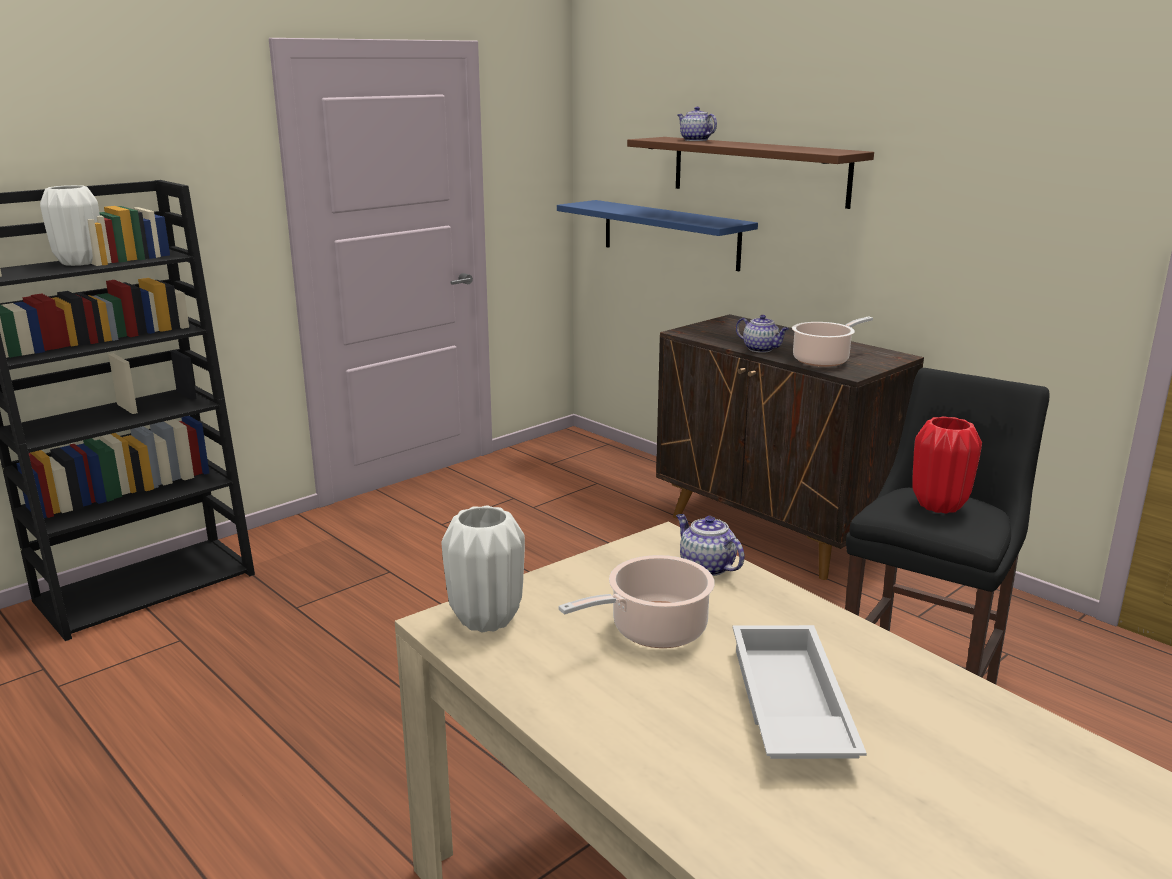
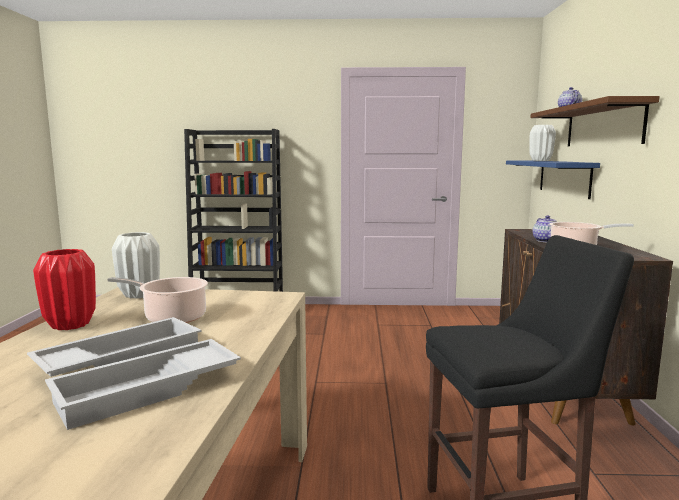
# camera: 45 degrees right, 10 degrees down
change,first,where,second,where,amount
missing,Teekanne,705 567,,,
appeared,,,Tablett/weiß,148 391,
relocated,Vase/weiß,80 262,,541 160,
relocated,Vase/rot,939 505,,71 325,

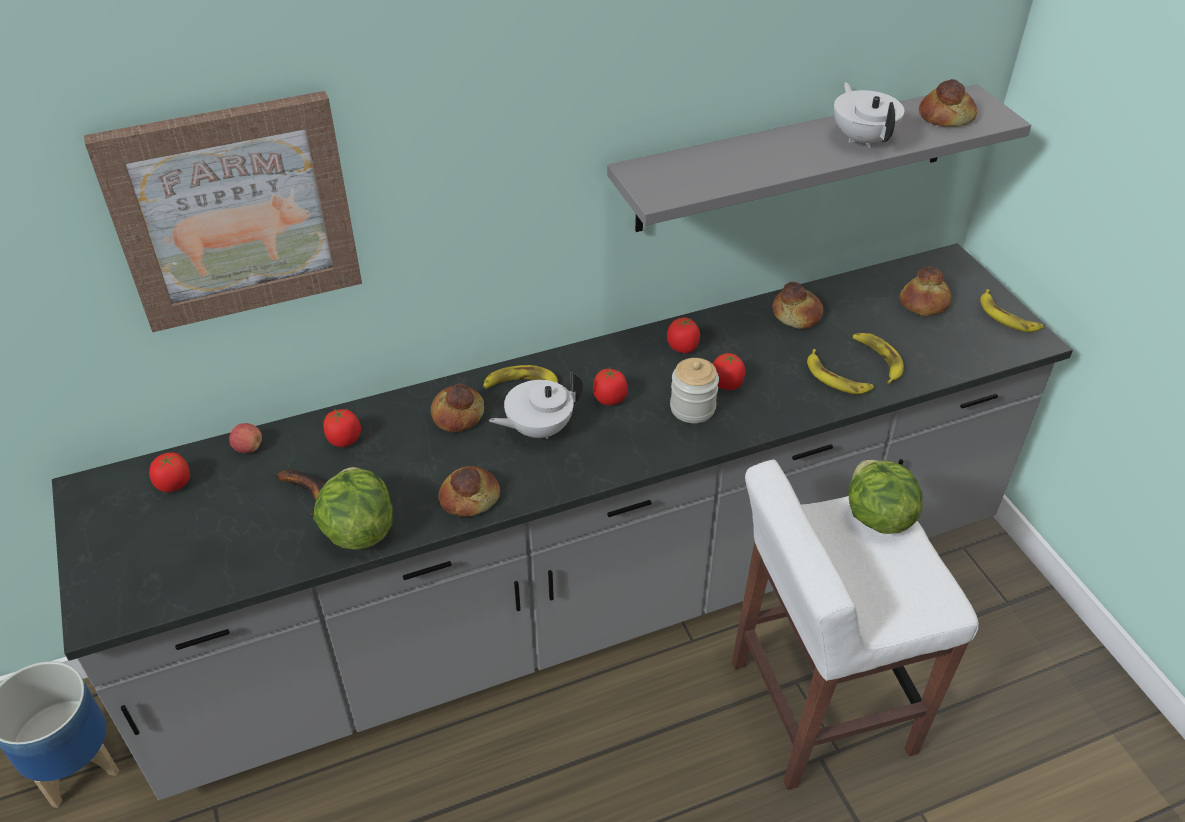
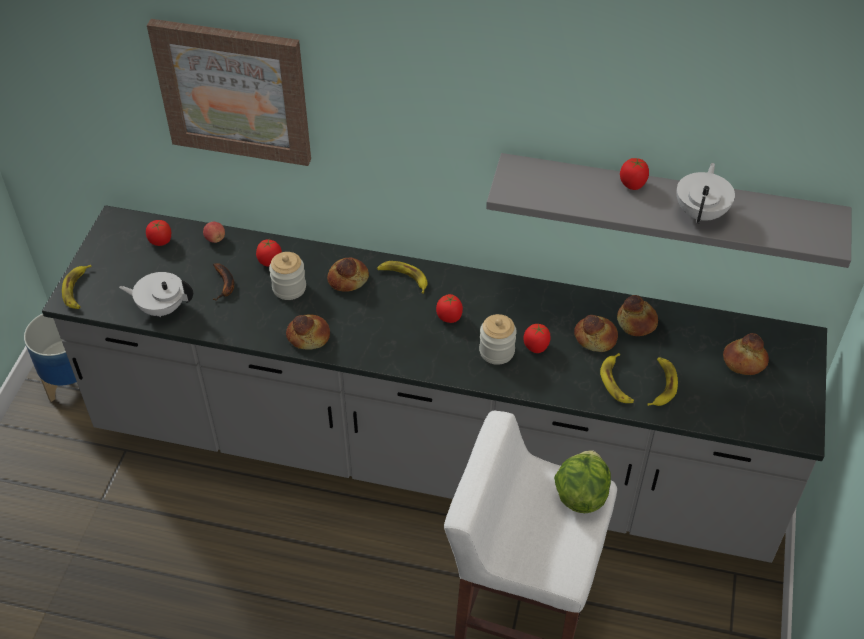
# camera: 35 degrees right, 5 degrees up
change,first,where,second,where,amount
missing,Salatkopf,358 530,,,
appeared,,,Vorratsglas,289 288,
relocated,Teekanne/weiß,538 429,,162 307,
relocated,Tomate,683 347,,632 184,
relocated,Brot,945 116,,595 337,
relocated,Banane,1007 317,,77 290,

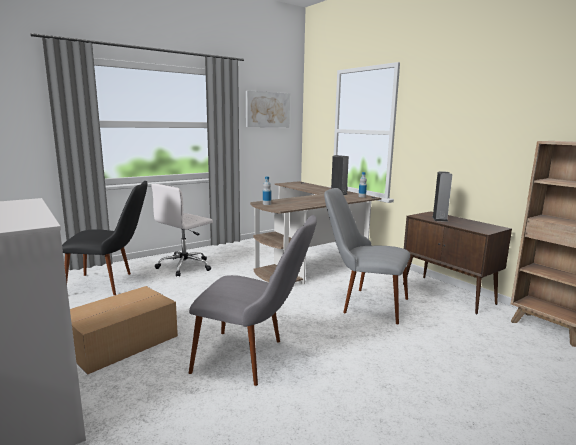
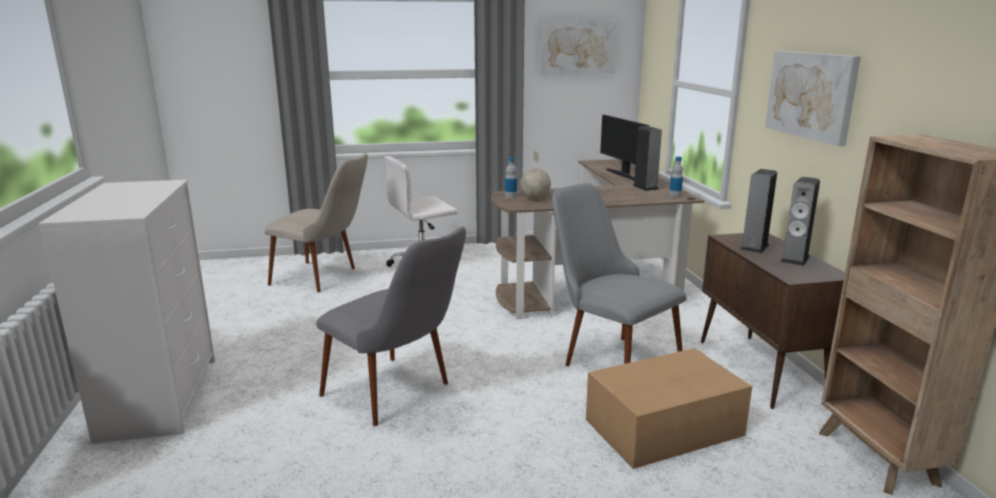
# camera: 25 degrees right, 5 degrees up
change,first,where,second,where,amount
appeared,,,Globus,535 198,
appeared,,,Monitor,623 174,
appeared,,,Bild,811 95,
appeared,,,Lautsprecher,795 259,
relocated,Karton,123 342,,666 427,
colour,Stuhl/schwarz,111 284,Stuhl/beige,325 278,

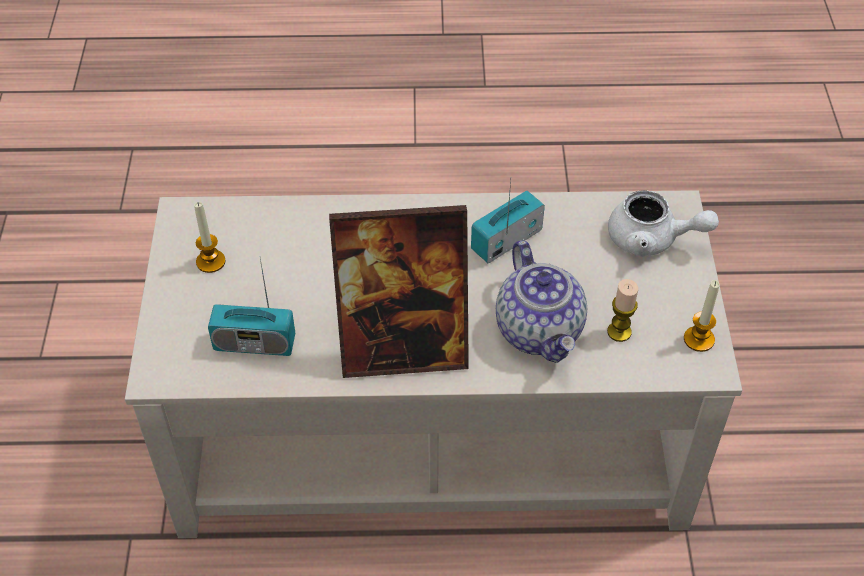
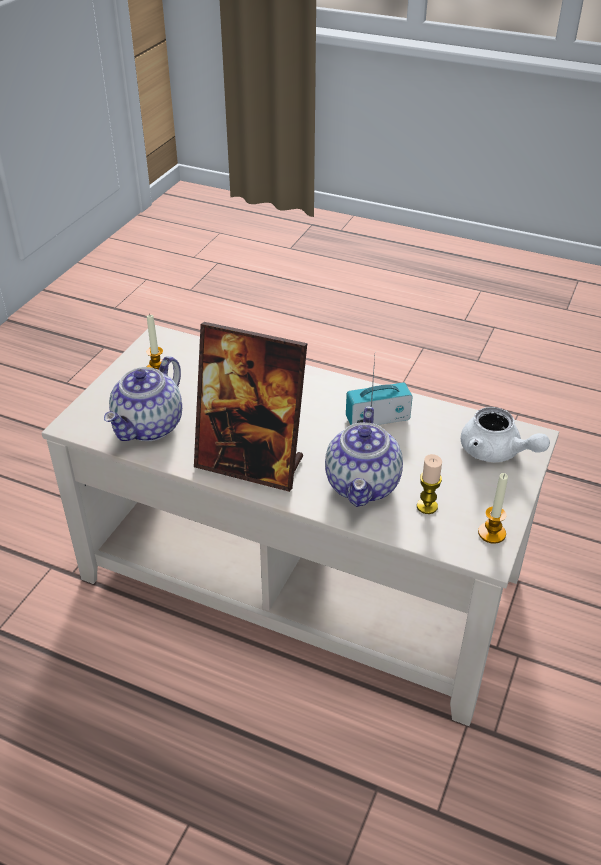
# camera: 25 degrees right, 10 degrees down
change,first,where,second,where,amount
exchanged,Radio,254 344,Teekanne,149 427,

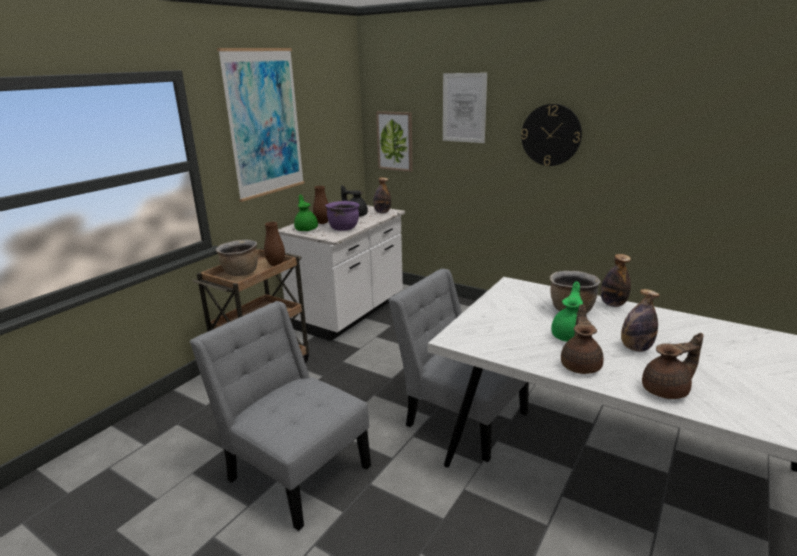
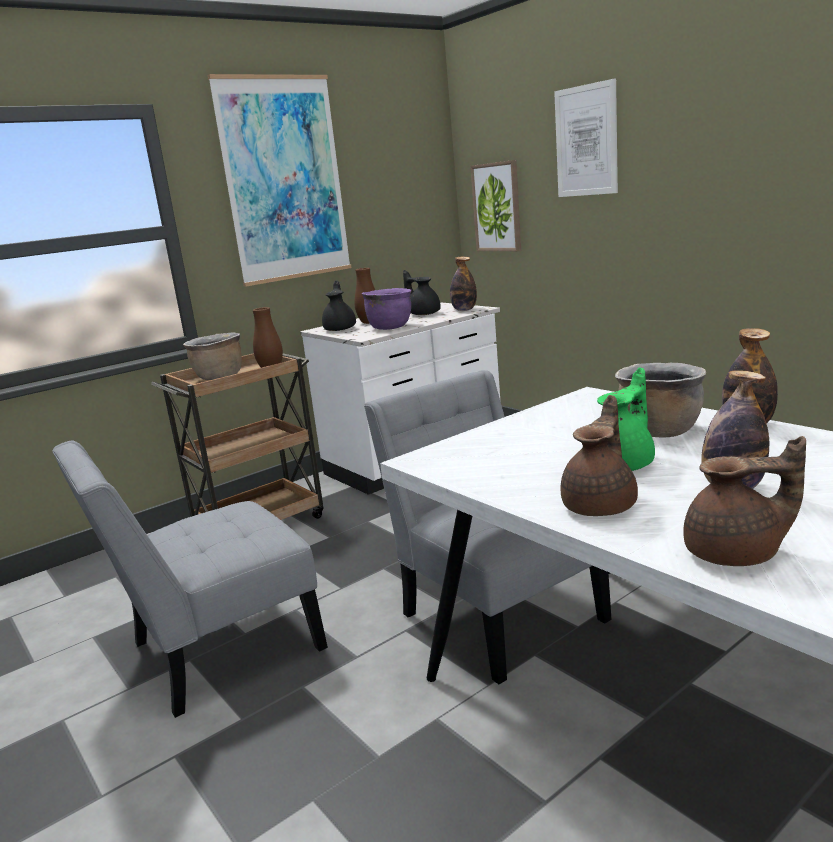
# camera: 20 degrees right, 5 degrees down
change,first,where,second,where,amount
missing,Wanduhr,551 135,,,
colour,Teekanne/grün,306 229,Teekanne/schwarz,340 329,
spun,Stuhl/grau,295 469,,216 651,90 degrees counterclockwise

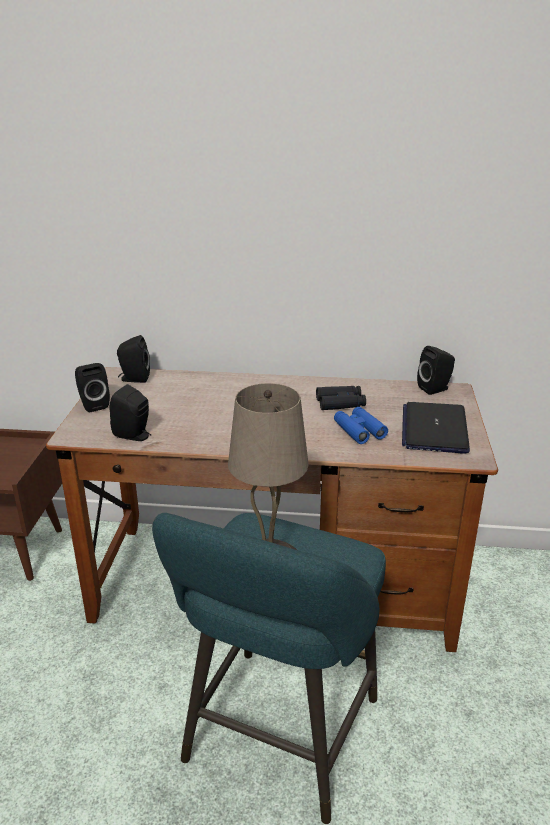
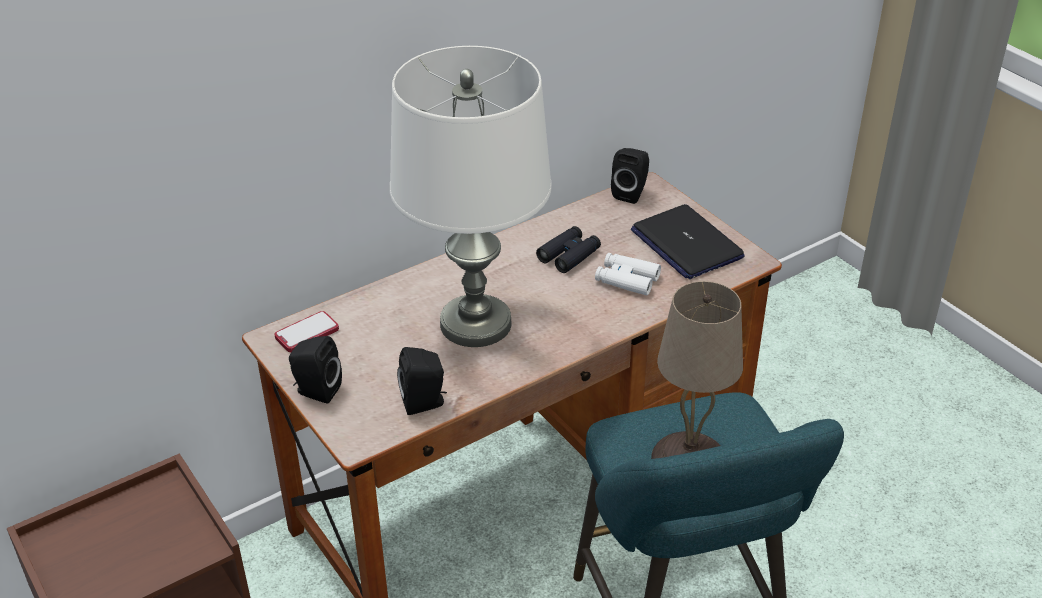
# camera: 40 degrees left, 10 degrees up
change,first,where,second,where,amount
appeared,,,Tischlampe/weiß,476 324,
exchanged,Lautsprecher/schwarz,134 379,Handy,307 333,
colour,Fernglas/blau,359 430,Fernglas/weiß,627 280,

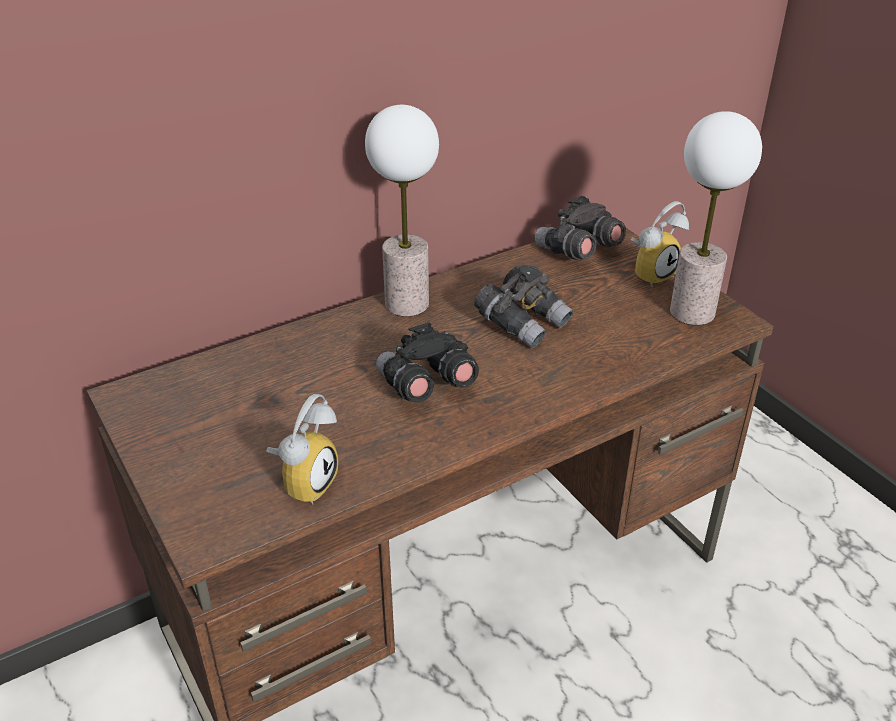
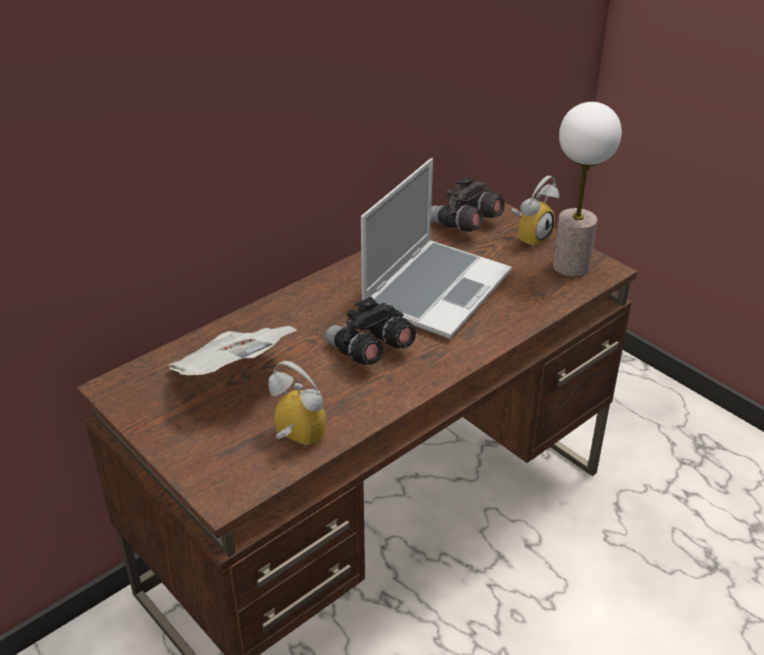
# camera: 10 degrees left, 0 degrees up
change,first,where,second,where,amount
missing,Tischlampe,407 304,,,
appeared,,,Zeitung,234 375,
exchanged,Fernglas/grau,523 323,Laptop,436 289,
spun,Wecker,305 482,,293 440,75 degrees counterclockwise

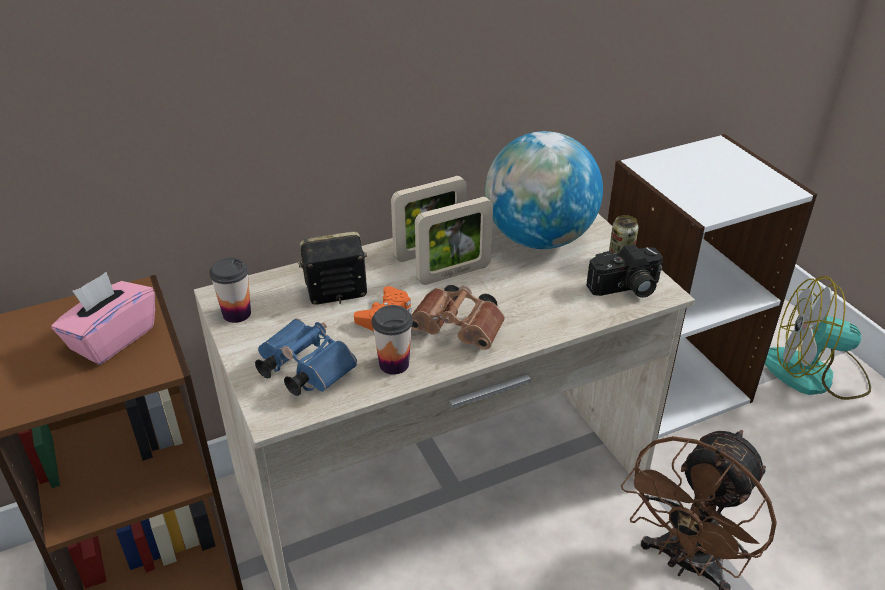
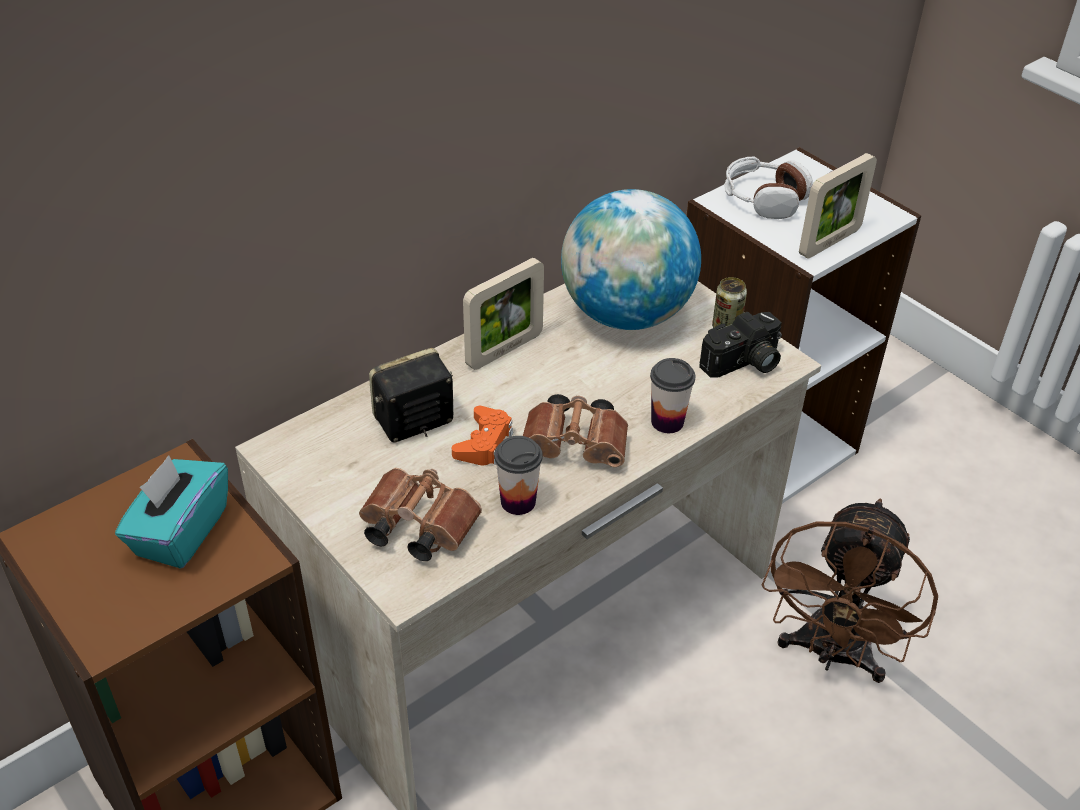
# camera: 15 degrees left, 5 degrees up
change,first,where,second,where,amount
missing,Ventilator,815 374,,,
appeared,,,Kopfhörer,764 199,
relocated,Tasse,237 314,,667 422,
relocated,Bilderrahmen,453 273,,829 242,
colour,Taschentuchbox/rosa,112 338,Taschentuchbox/türkis,180 532,
colour,Fernglas/blau,302 370,Fernglas/braun,415 528,

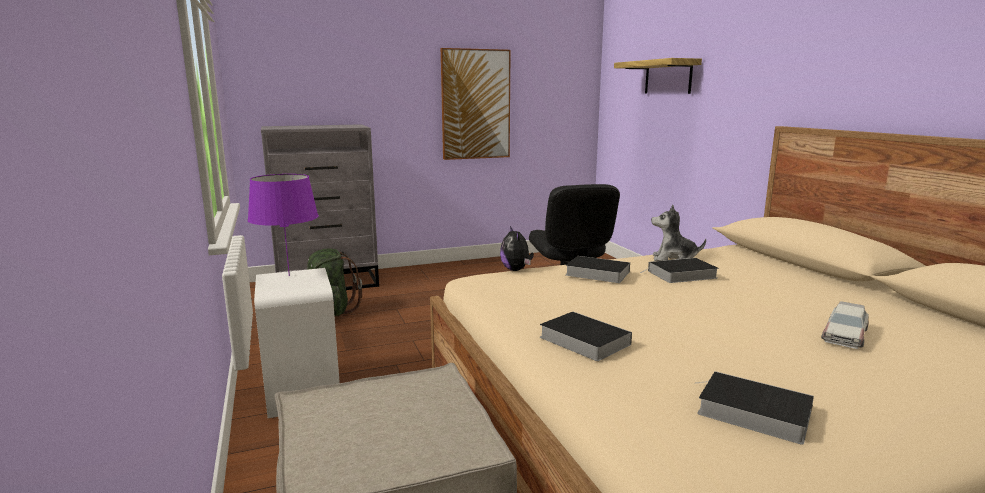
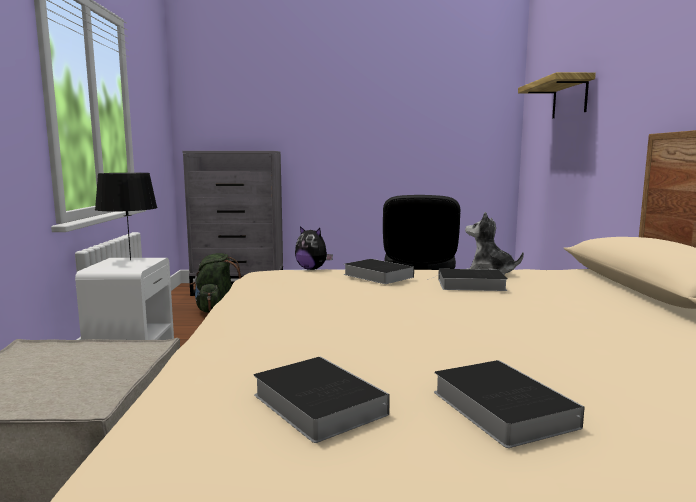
# camera: 20 degrees right, 5 degrees down
change,first,where,second,where,amount
missing,Bild,475 104,,,
missing,Spielzeugauto,844 334,,,
relocated,Buch,581 340,,498 407,
colour,Tischlampe/lila,289 275,Tischlampe/schwarz,130 260,
spun,Plüschtier,516 270,,312 269,60 degrees counterclockwise

